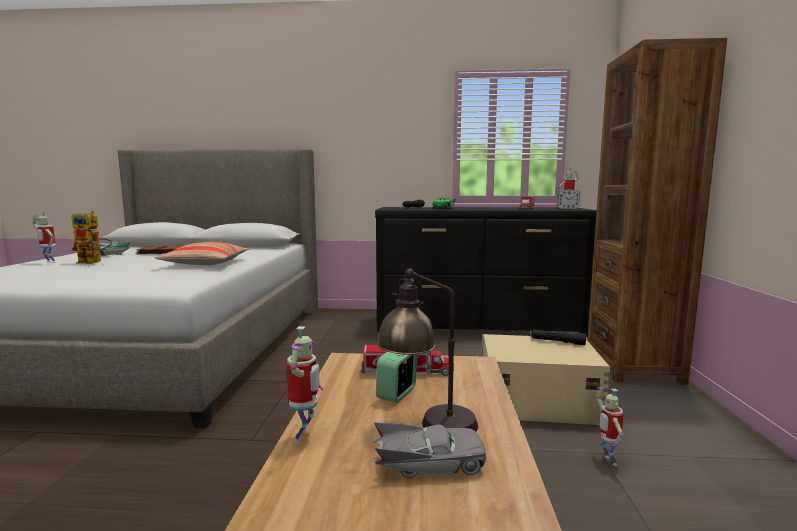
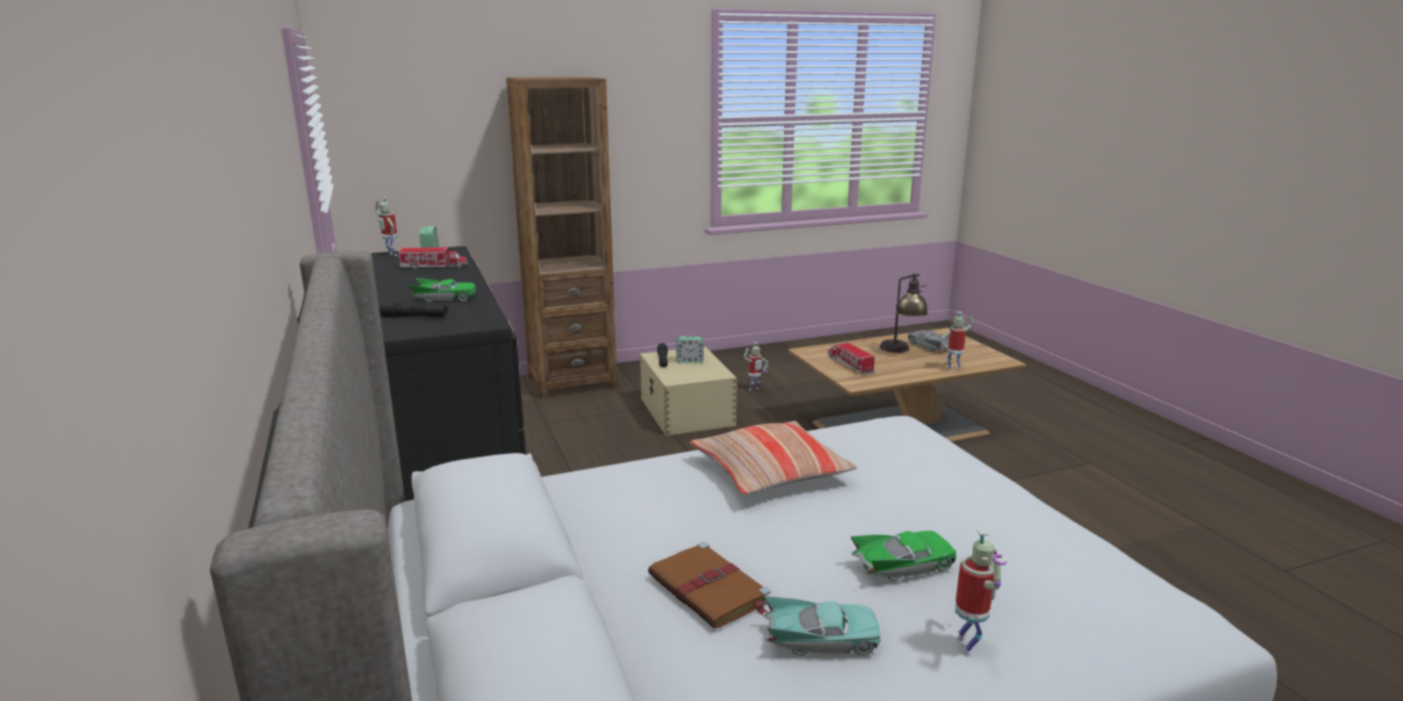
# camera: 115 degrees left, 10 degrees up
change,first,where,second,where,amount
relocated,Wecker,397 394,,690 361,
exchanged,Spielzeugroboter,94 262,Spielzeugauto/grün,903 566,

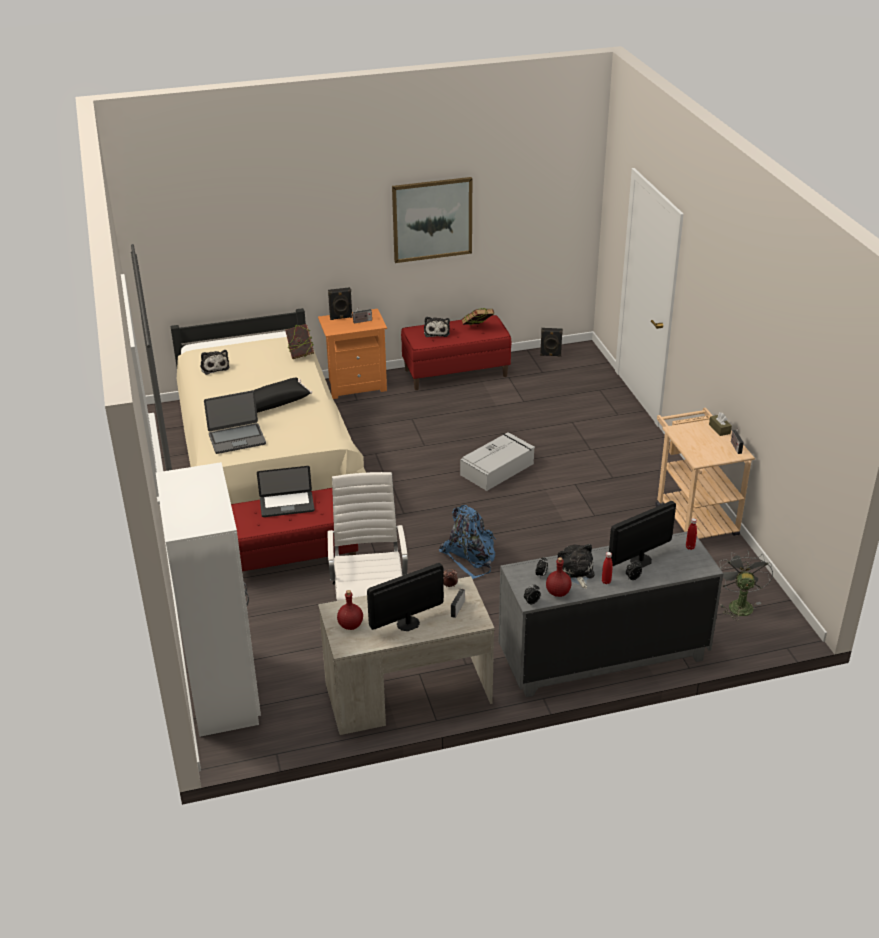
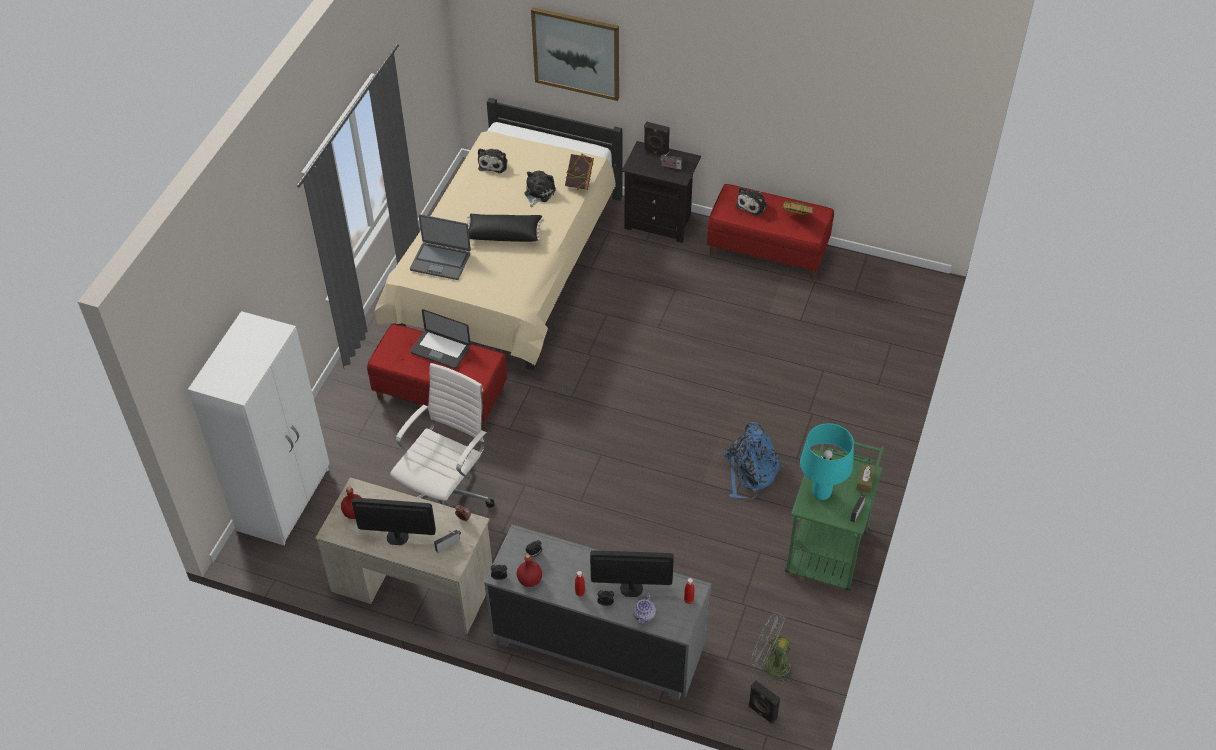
# camera: 35 degrees right, 15 degrees up
change,first,where,second,where,amount
missing,Aufbewahrungsbox/grau,498 469,,,
appeared,,,Teekanne,644 615,
appeared,,,Tischlampe/türkis,821 494,
relocated,Bild,432 219,,576 53,
relocated,Rucksack/blau,470 557,,750 472,
relocated,Lautsprecher/schwarz,550 355,,762 713,
relocated,Plüschtier,575 572,,538 193,
colour,Nachttisch/orange,356 385,Nachttisch/schwarz,660 221,
colour,Rollwagen/beige,692 516,Rollwagen/grün,829 544,
spun,Ventilator/grau,738 604,,771 664,105 degrees counterclockwise

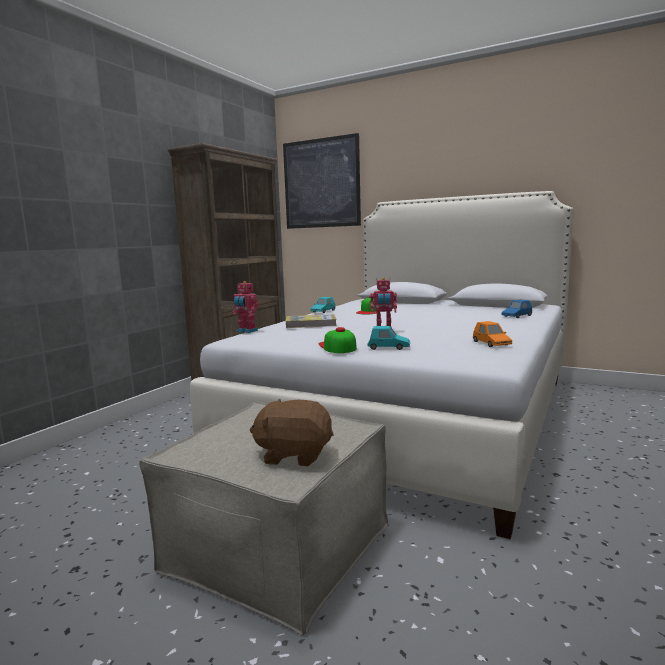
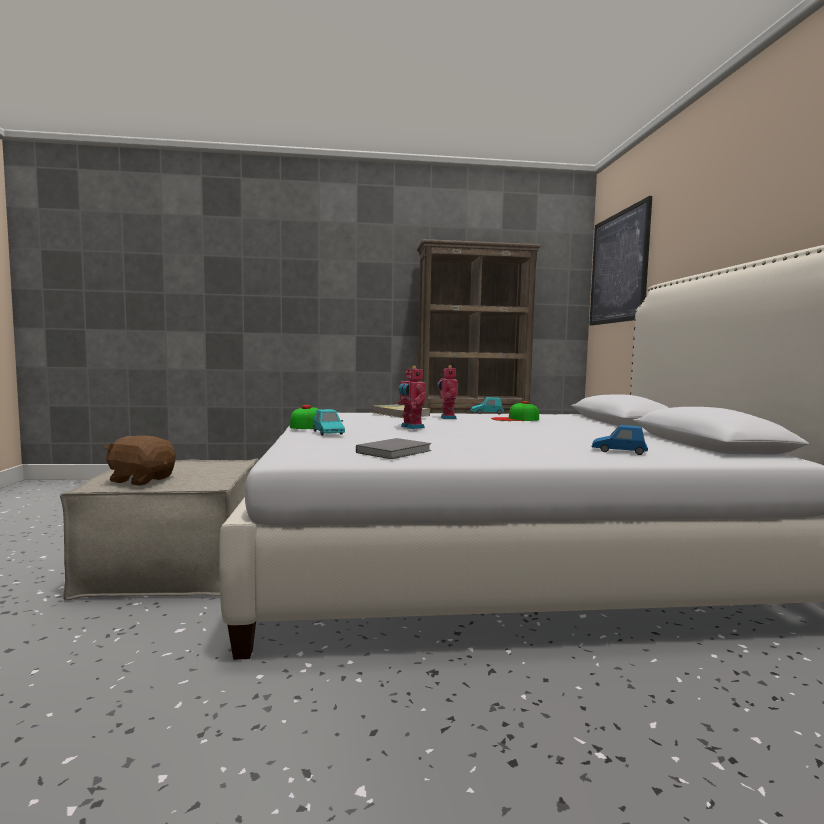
# camera: 55 degrees right, 5 degrees down
change,first,where,second,where,amount
relocated,Spielzeugroboter,246 331,,447 418,
exchanged,Spielzeugauto/orange,491 344,Buch/grau,396 451,
spun,Plüschtier/braun,294 455,,141 480,45 degrees counterclockwise

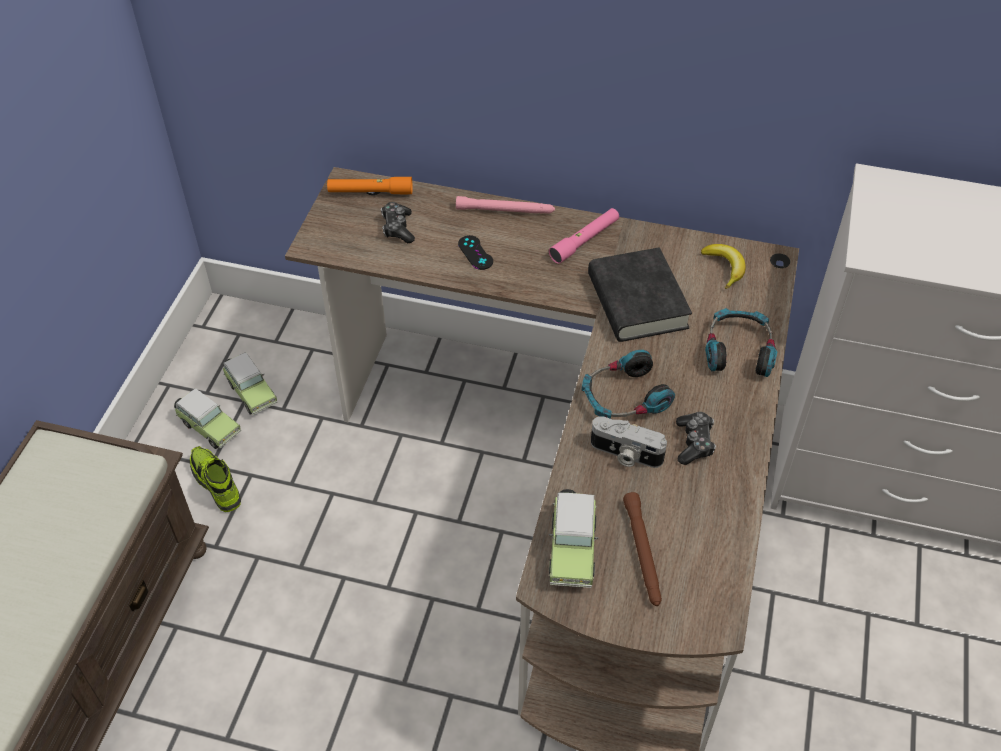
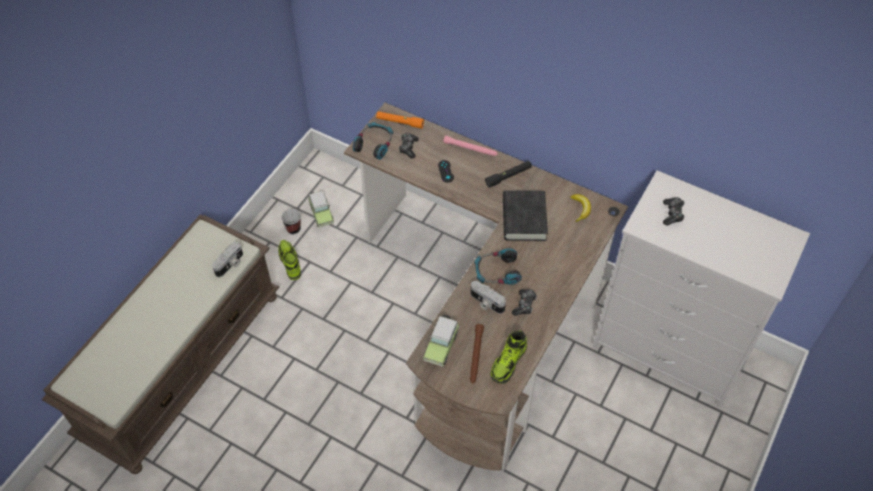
# camera: 15 degrees right, 5 degrees up
change,first,where,second,where,amount
appeared,,,Kamera,230 264,
appeared,,,Schuh,508 363,
appeared,,,Gamepad,672 214,
relocated,Kopfhörer,738 350,,374 144,
exchanged,Spielzeugauto,208 427,Tasse,293 229,
colour,Taschenlampe/rosa,585 241,Taschenlampe/schwarz,508 176,

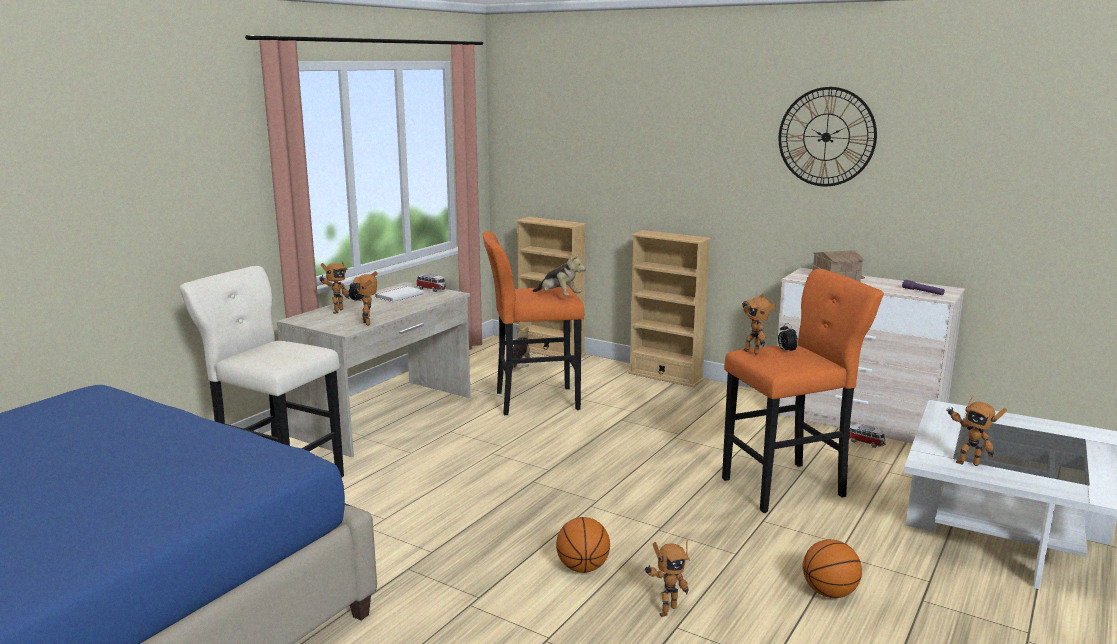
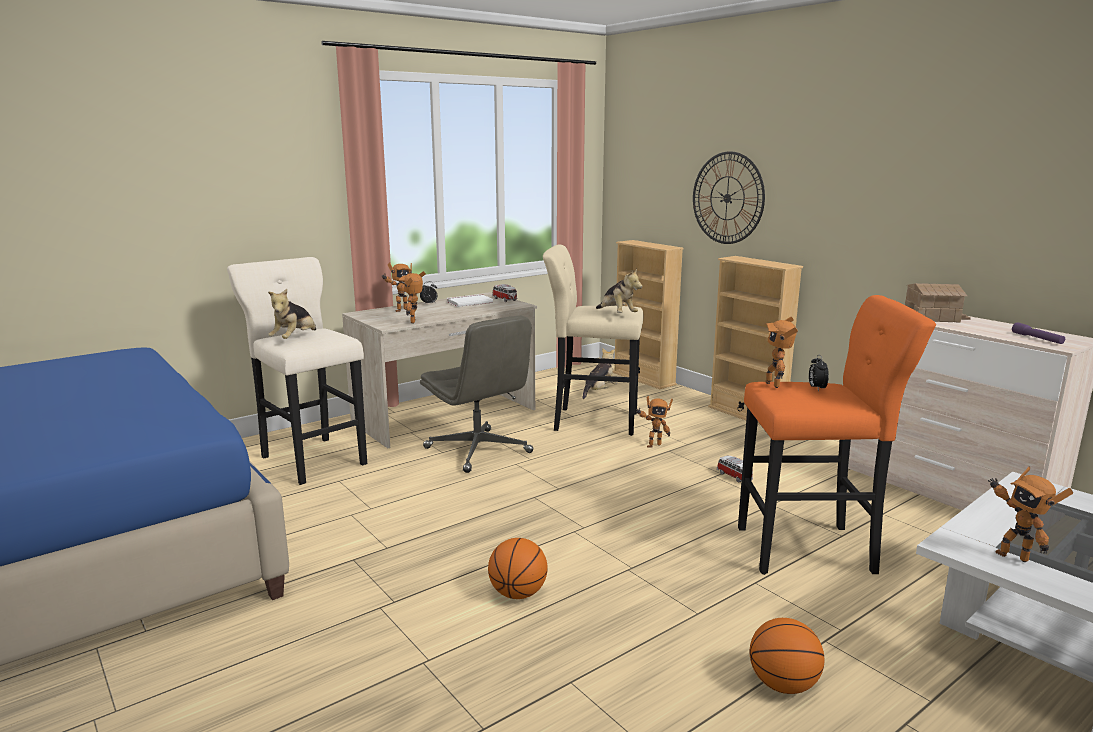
# camera: 20 degrees right, 0 degrees up
change,first,where,second,where,amount
appeared,,,Plüschtier,294 339,
appeared,,,Bürostuhl/grau,479 451,
relocated,Spielzeugroboter,665 610,,652 445,
relocated,Wanduhr,826 137,,727 198,
relocated,Spielzeugauto,866 443,,735 477,
colour,Hocker/orange,532 401,Hocker/beige,591 421,

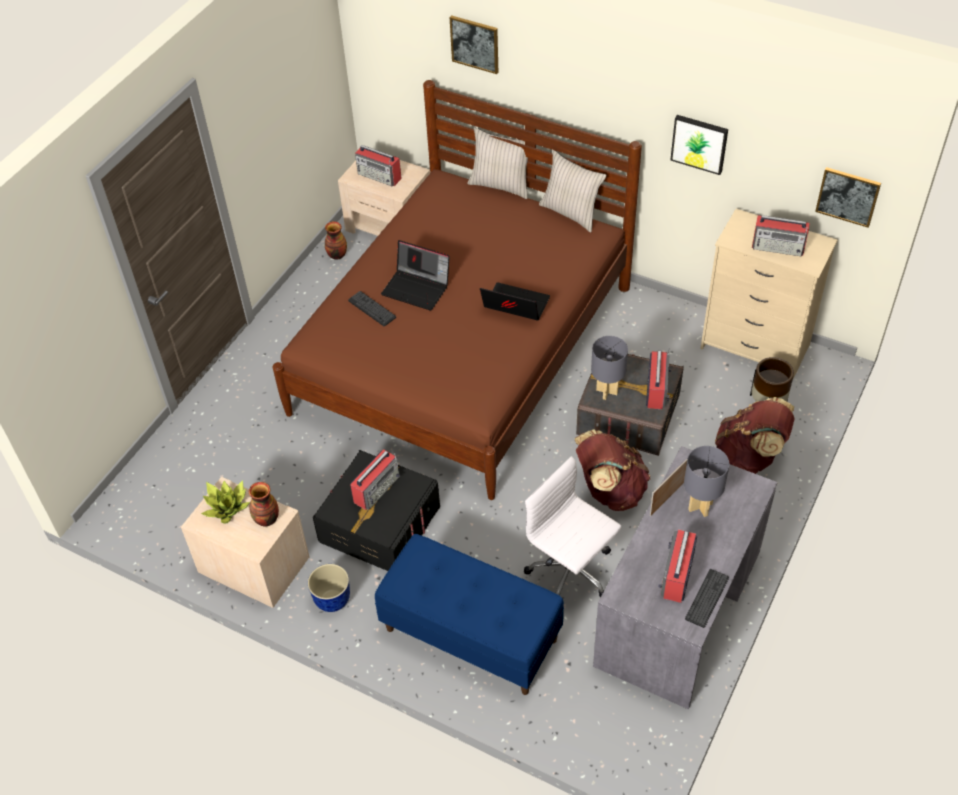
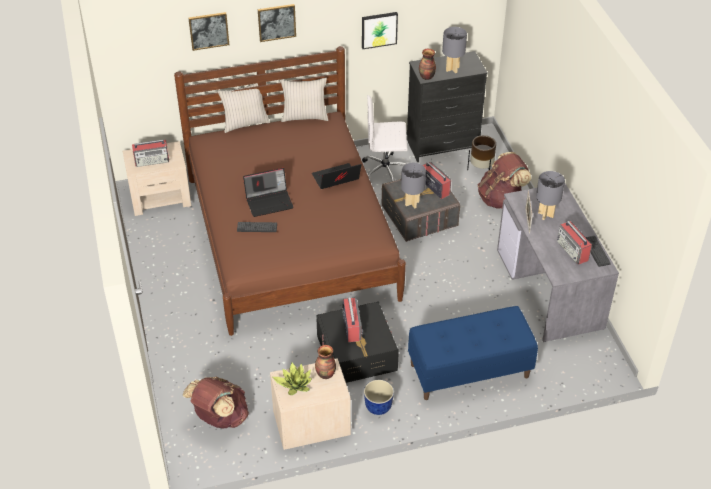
# camera: 45 degrees left, 5 degrees down
change,first,where,second,where,amount
relocated,Vase,336 255,,426 77,
relocated,Bürostuhl/weiß,571 574,,386 171,
relocated,Rucksack/braun,609 490,,220 418,
relocated,Bild,848 196,,276 22,
exchanged,Radio,778 247,Tischlampe/grau,452 69,
colour,Kommode/beige,754 347,Kommode/schwarz,442 145,

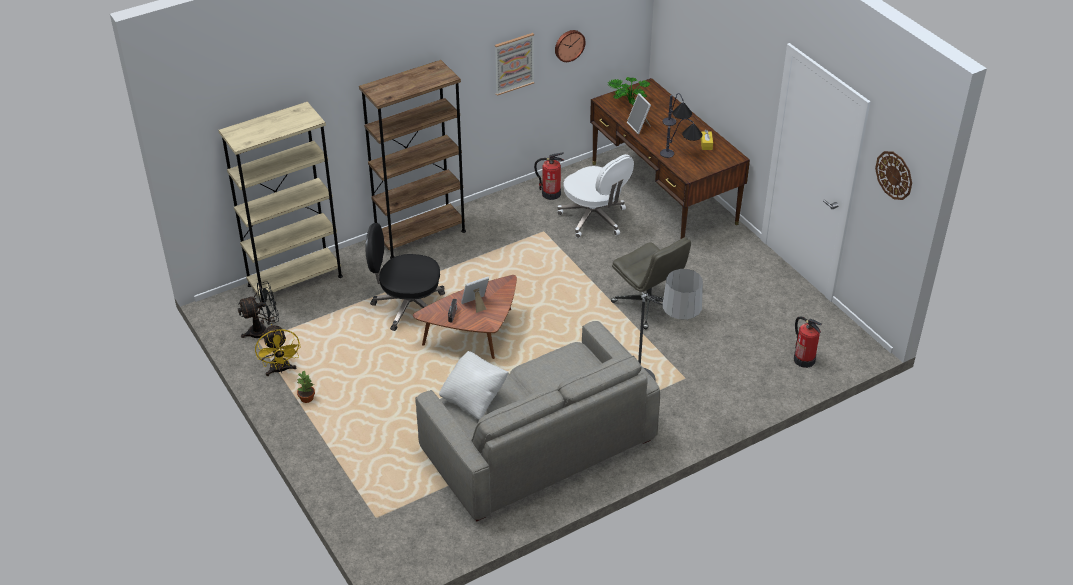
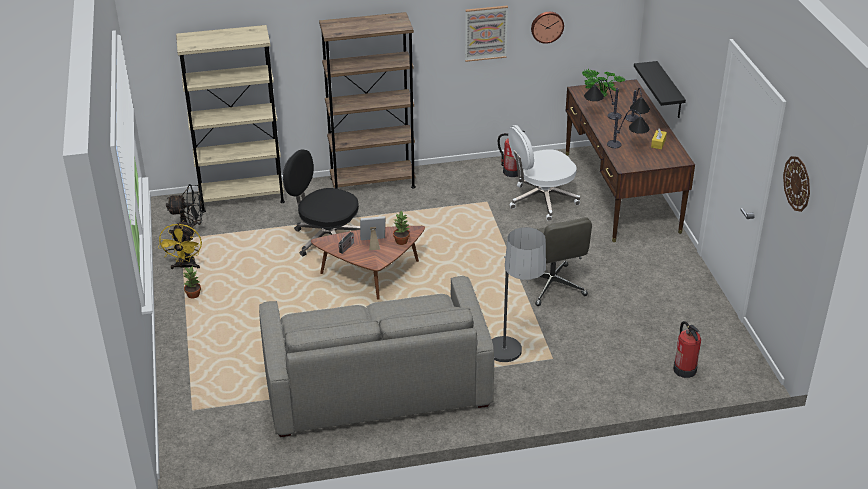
# camera: 20 degrees right, 5 degrees down
change,first,where,second,where,amount
missing,Kissen/weiß,474 398,,,
appeared,,,Topfpflanze,402 241,
appeared,,,Wandregal/schwarz,669 91,
exchanged,Bilderrahmen,639 126,Tischlampe,600 117,
spun,Bürostuhl/weiß,594 219,,541 200,90 degrees clockwise

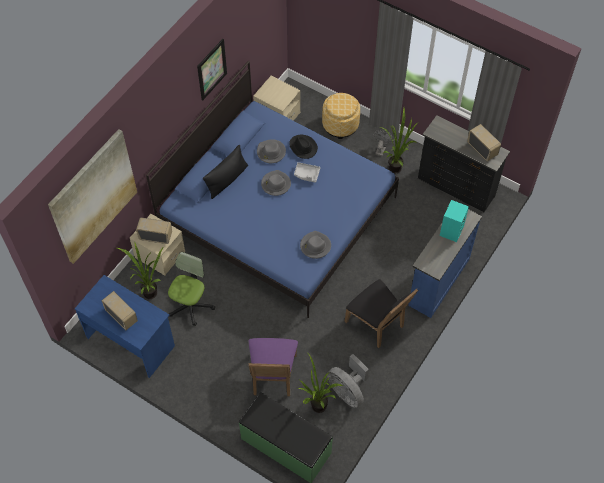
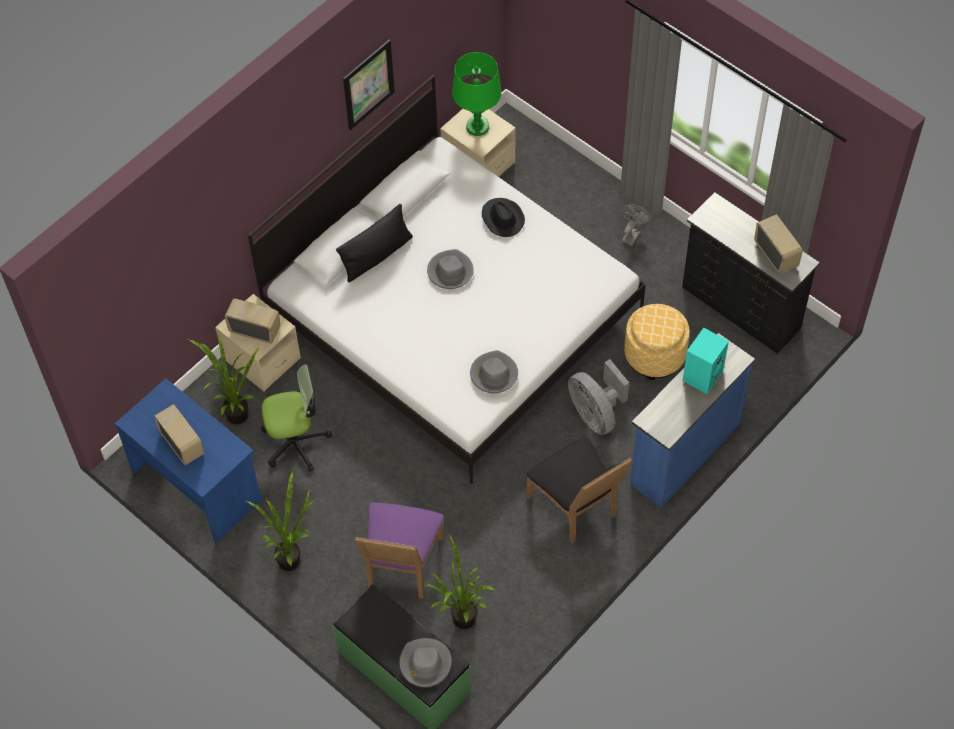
# camera: 10 degrees right, 0 degrees up
change,first,where,second,where,amount
missing,Bild,93 196,,,
missing,Tablett/grau,307 174,,,
appeared,,,Tischlampe/grün,477 126,
relocated,Hut/grau,271 152,,425 664,
relocated,Polsterhocker,340 125,,654 355,
relocated,Ventilator/grau,347 391,,596 414,
relocated,Topfpflanze,397 166,,293 558,
colour,Bett/blau,278 213,Bett/weiß,453 317,
spun,Bürostuhl,190 305,,295 442,45 degrees clockwise

